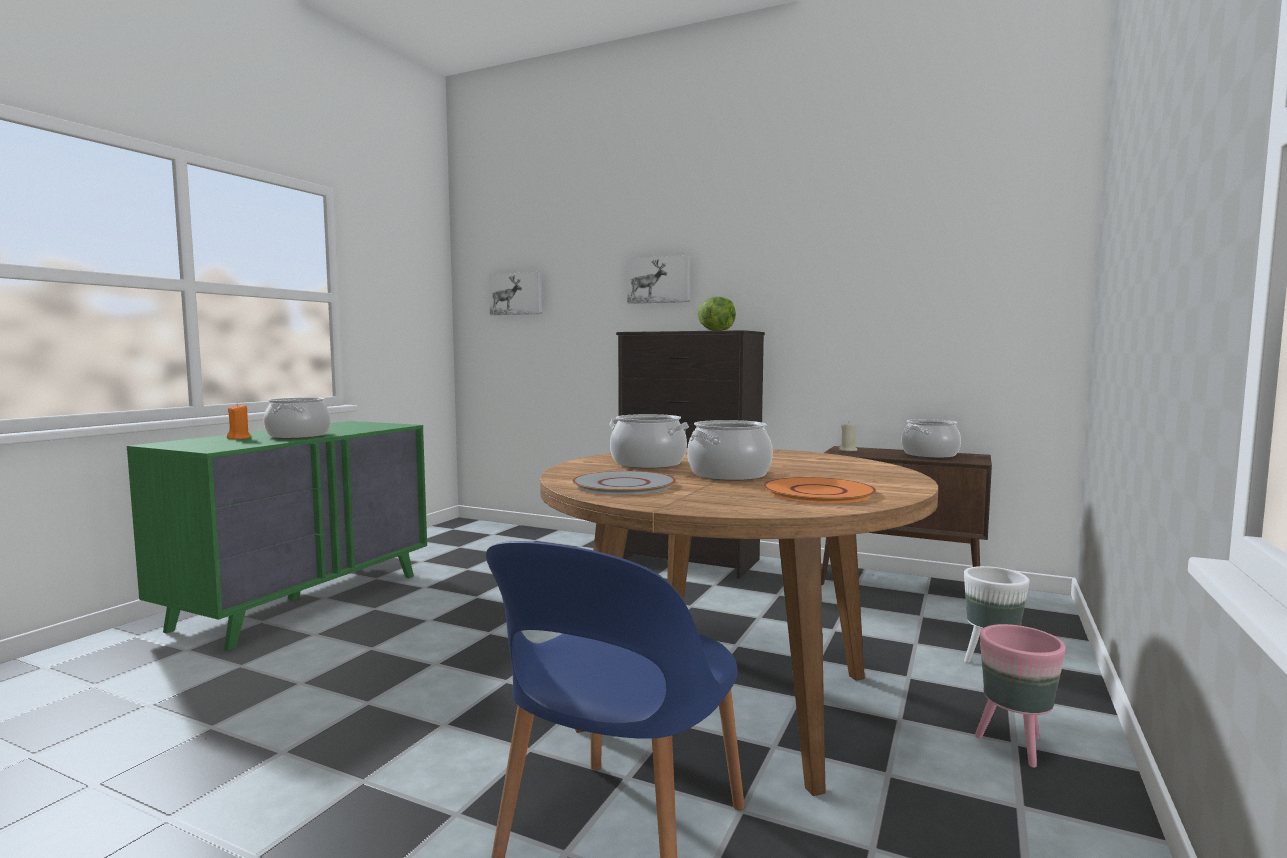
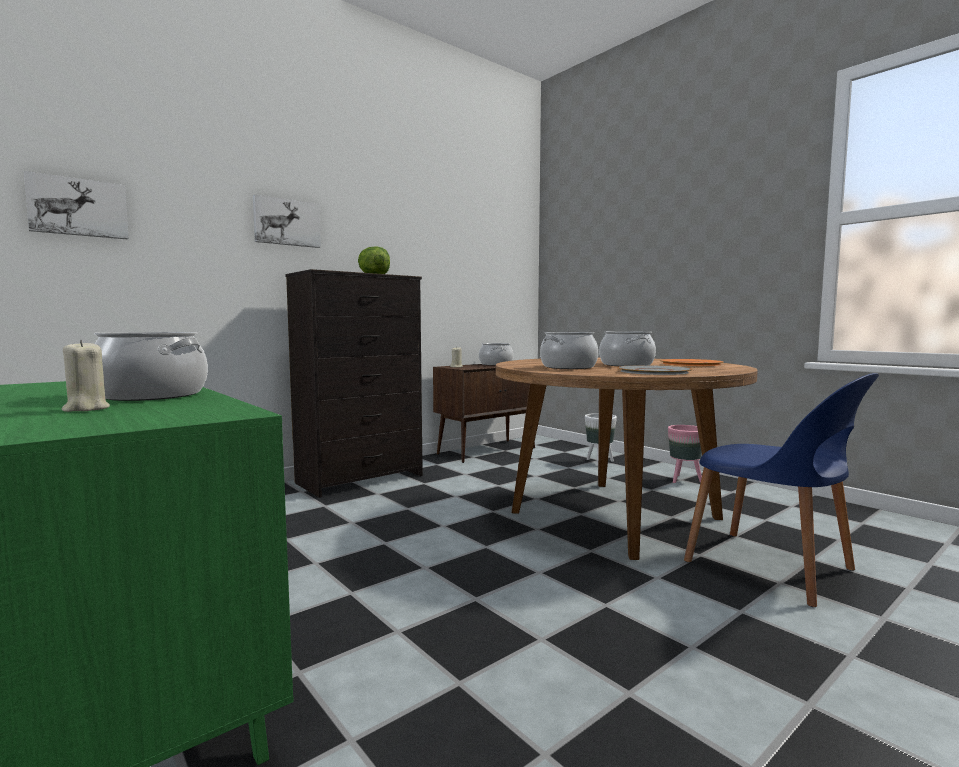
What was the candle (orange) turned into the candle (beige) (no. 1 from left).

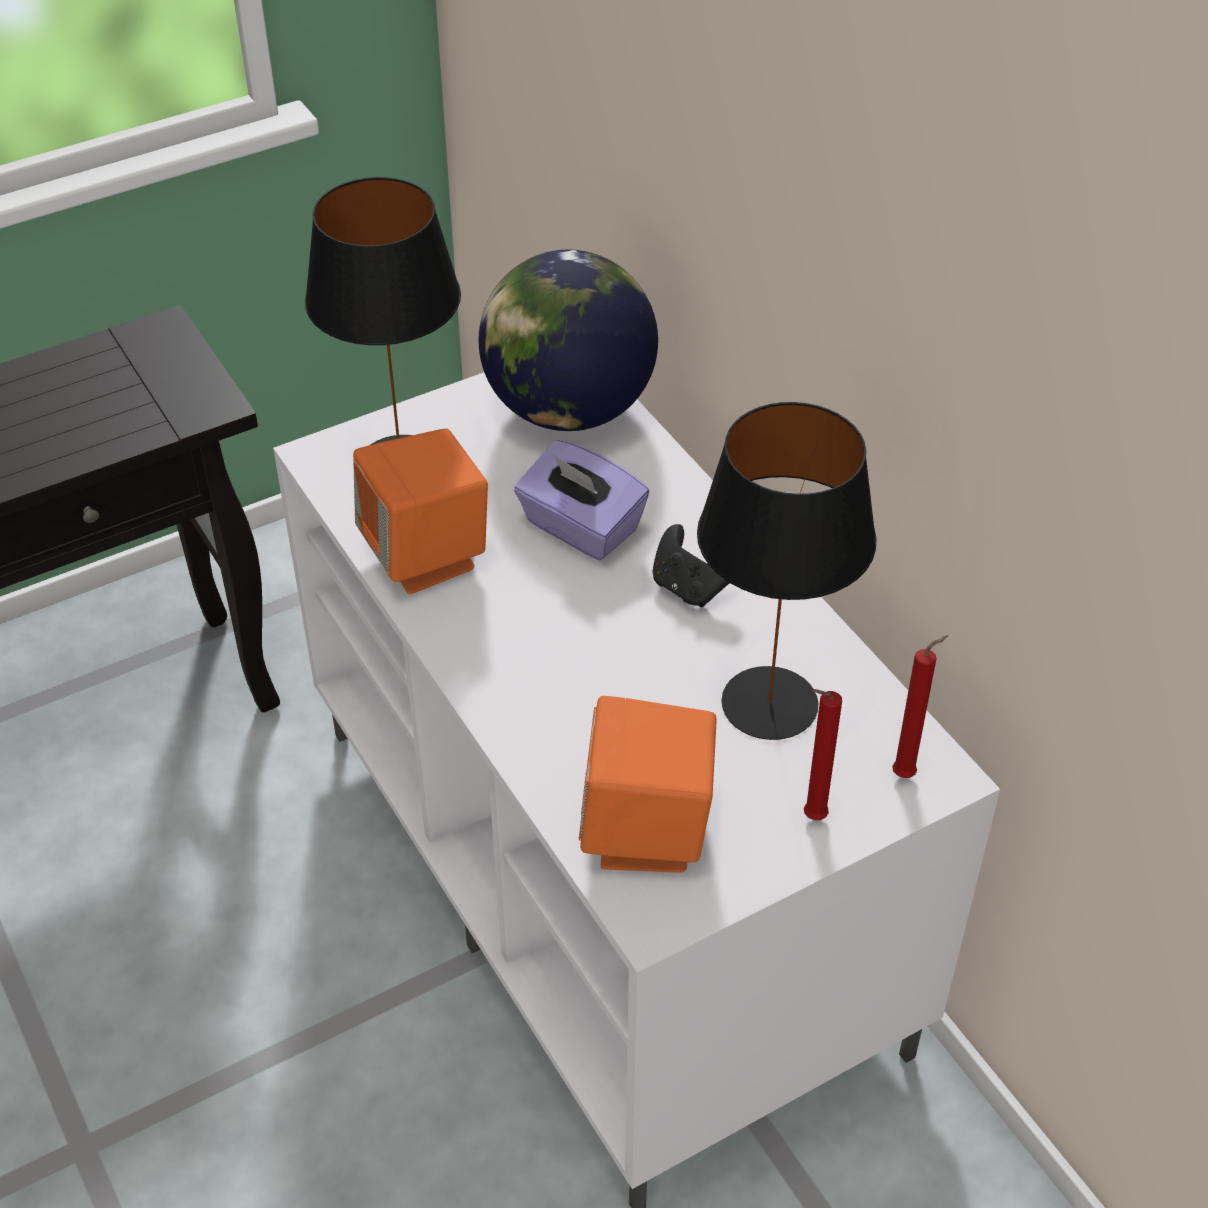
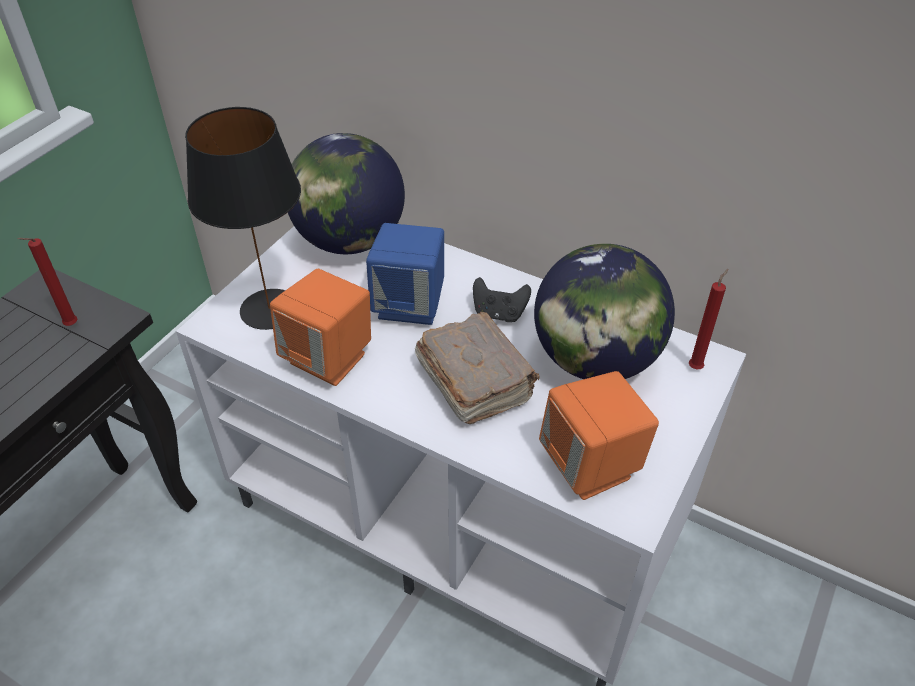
Where the tissue box (purple) stood, the speaker (blue) came to stand.
Where the table lamp (black) (no. 2 from left) stood, the globe (no. 2 from left) came to stand.
The candle (red) (no. 1 from left) ended up elsewhere.
The second view gained the book (brown).

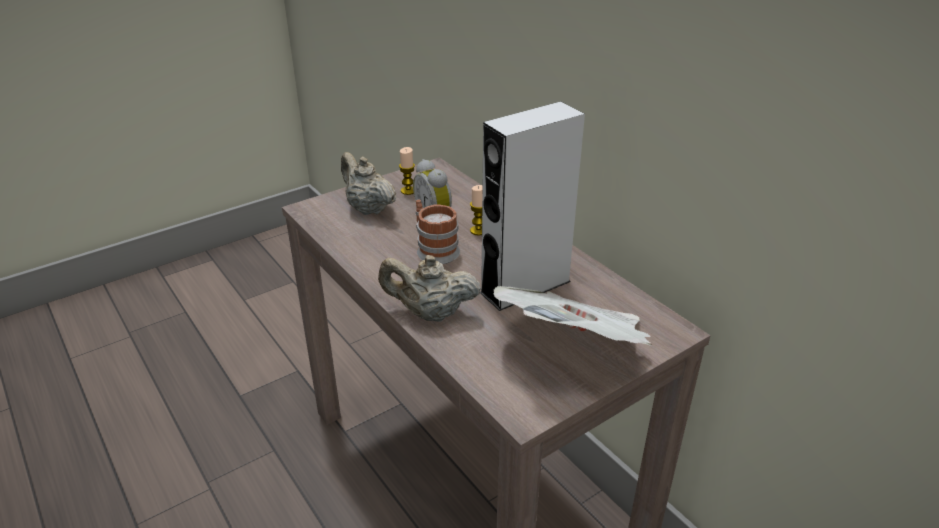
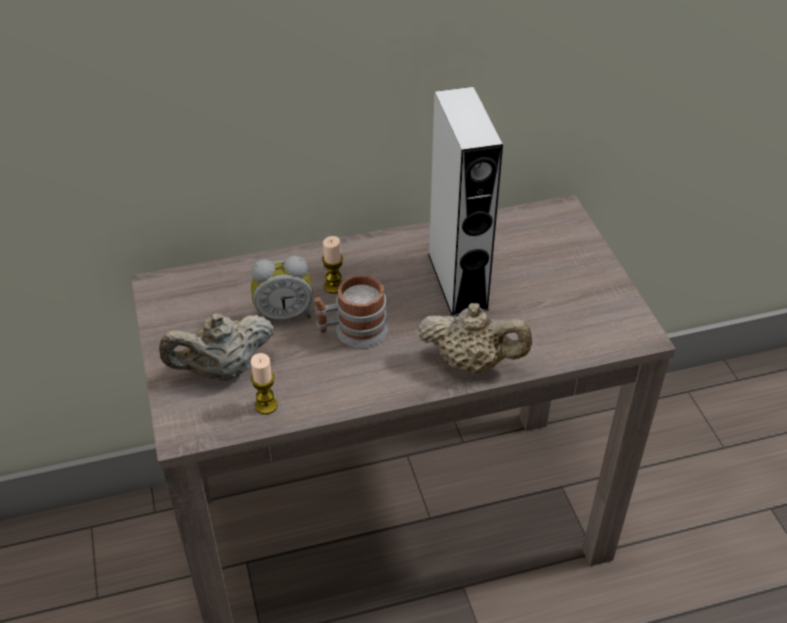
The teapot (beige) (no. 2 from left) ended up facing another way, 105 degrees counterclockwise from before.
The candle (no. 1 from left) ended up elsewhere.
The second view lost the newspaper.

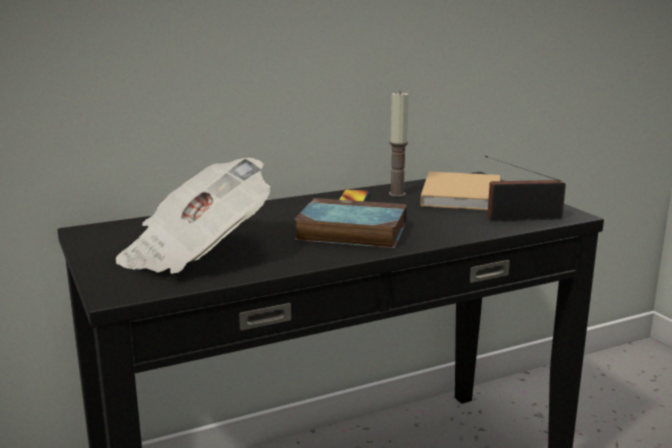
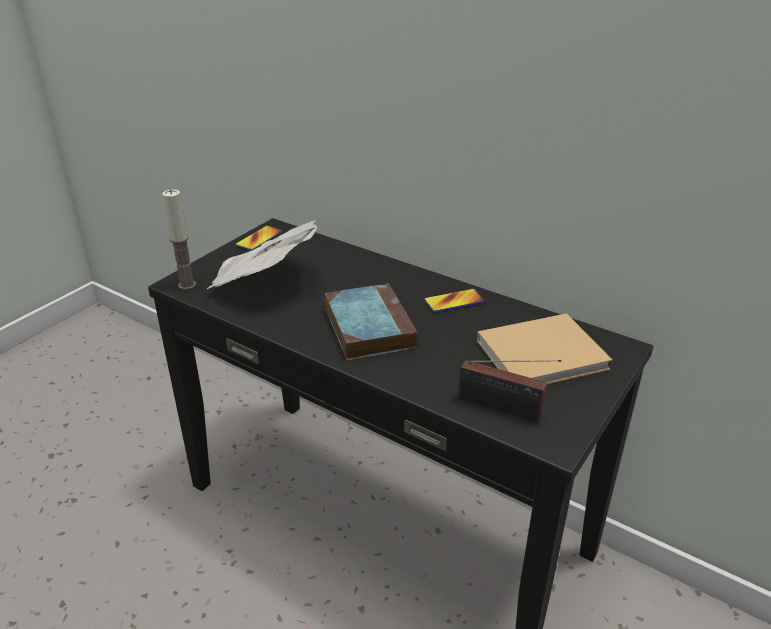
The candle ended up elsewhere.
The radio ended up facing another way, 150 degrees clockwise from before.
The second view gained the phone (no. 1 from left).

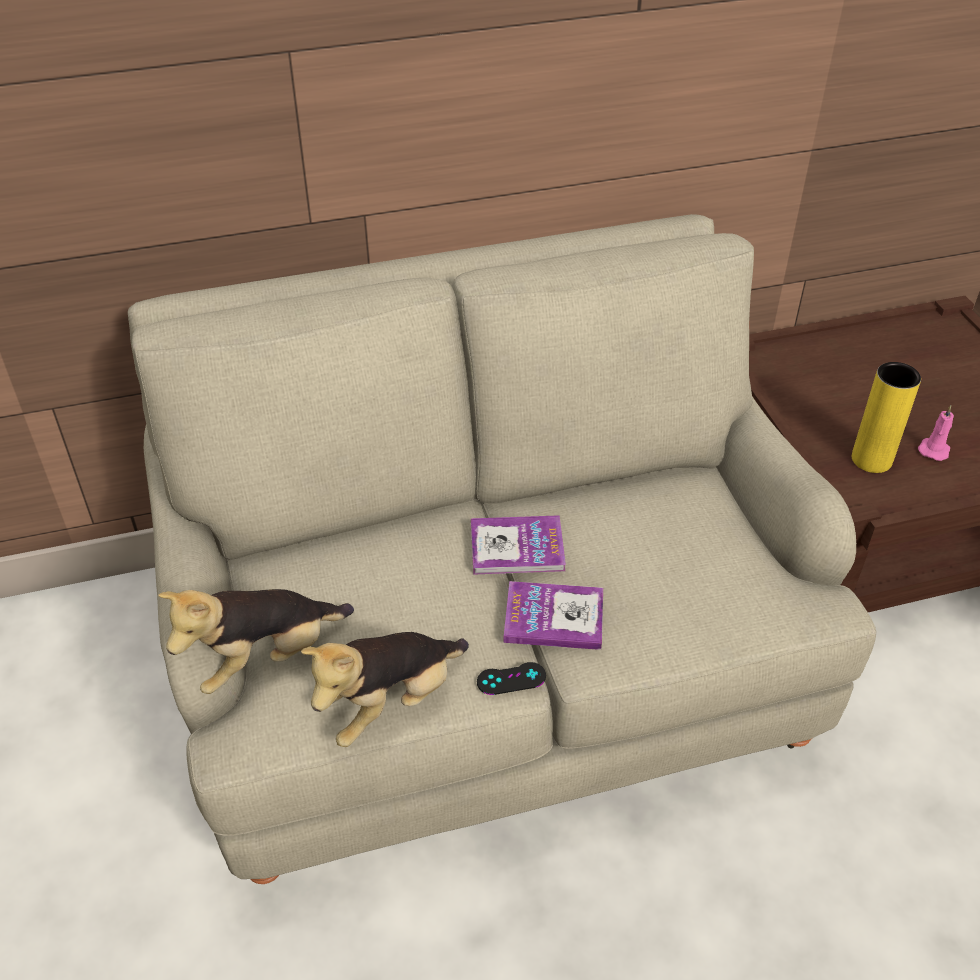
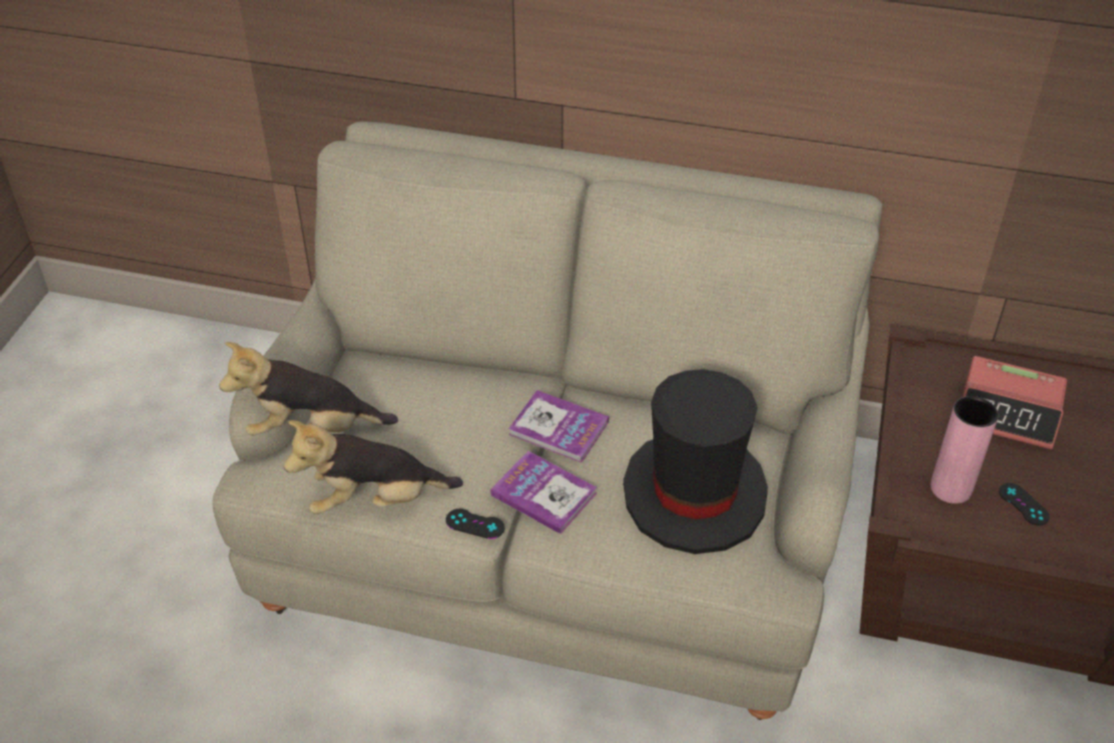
What was the vase (yellow) turned into the vase (pink).
Where the candle (pink) stood, the game controller (black) (no. 2 from left) came to stand.
The second view gained the hat (black).
The second view gained the alarm clock.

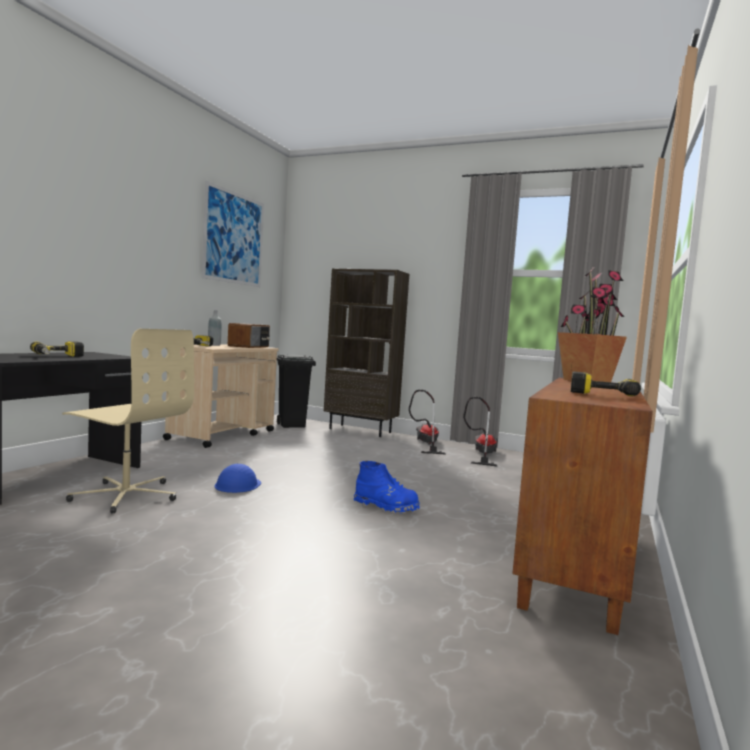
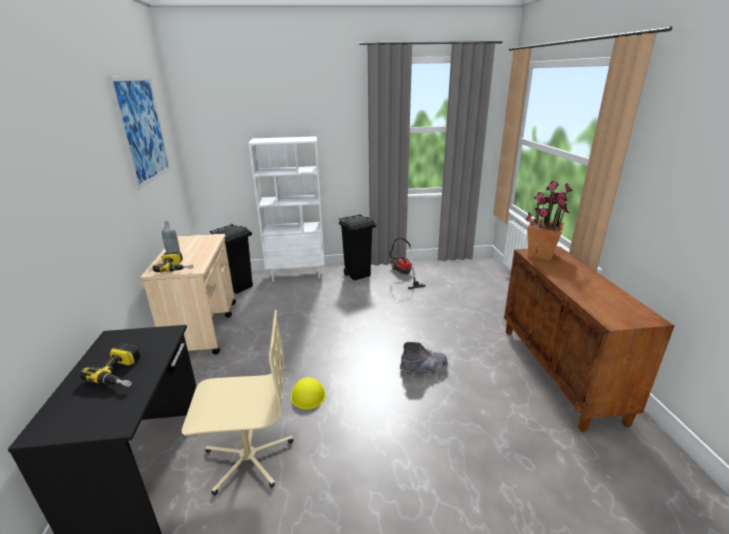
What was the hard hat (blue) turned into the hard hat (yellow).
The second view lost the radio.
What was the bookcase (brown) turned into the bookcase (white).
What was the boot (blue) turned into the boot (grey).
Where the vacuum cleaner (no. 1 from left) stood, the trash can (black) (no. 2 from left) came to stand.
The second view lost the power drill (no. 3 from left).

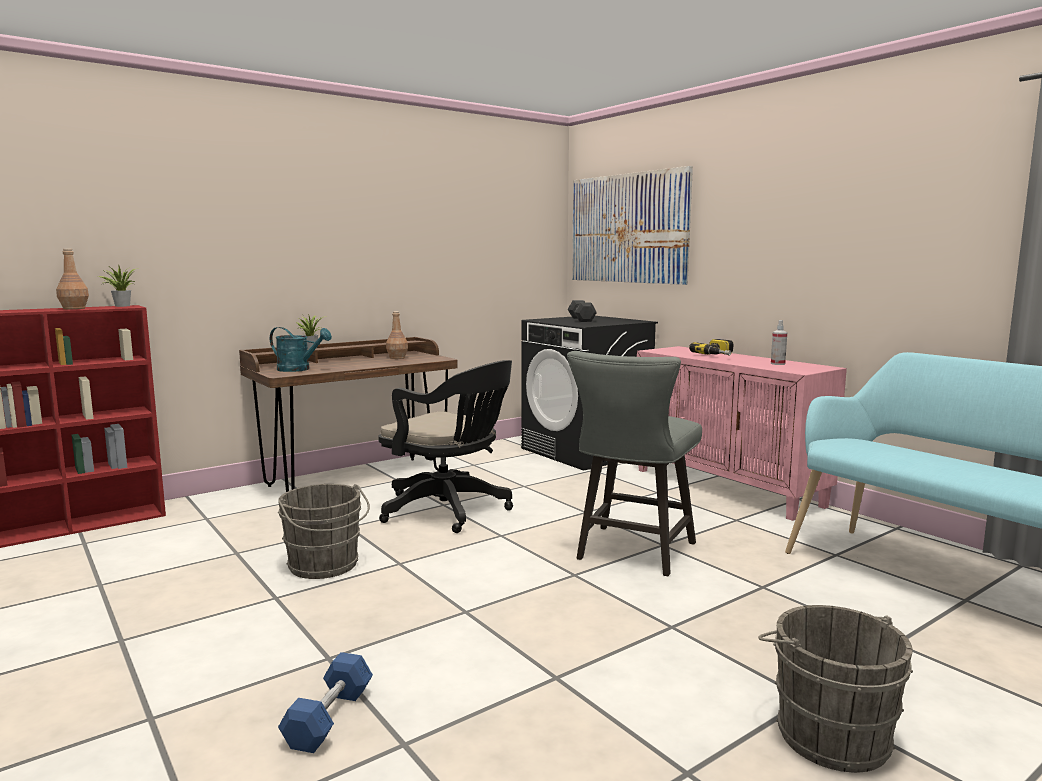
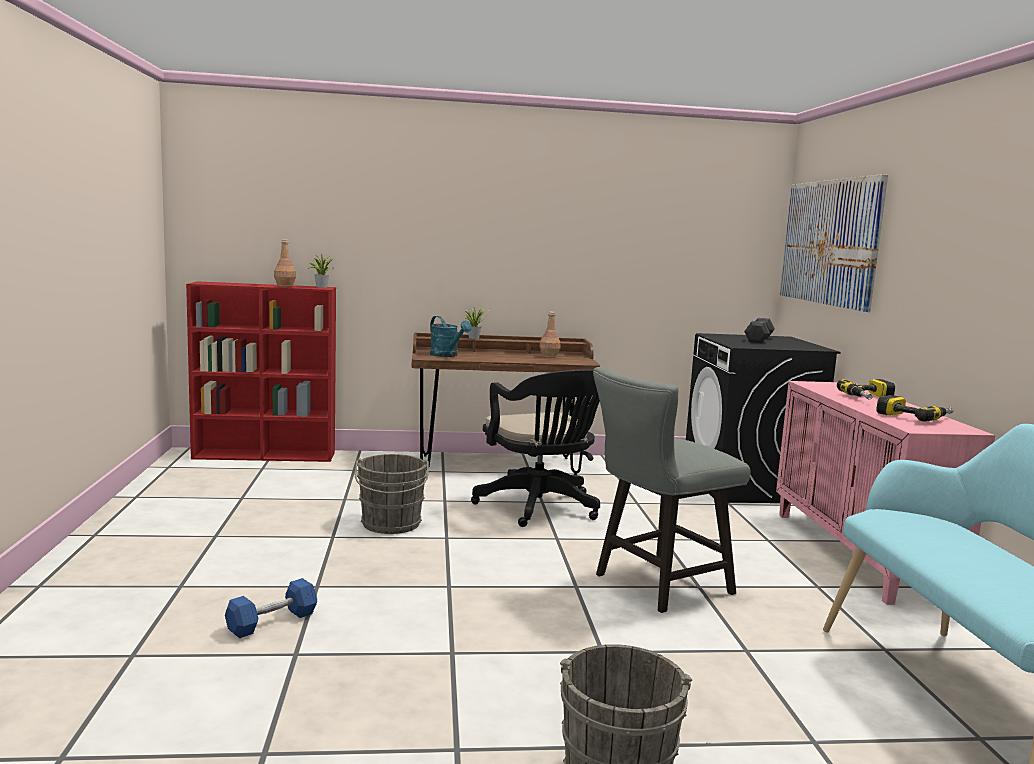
Where the spray bottle stood, the power drill (no. 2 from left) came to stand.

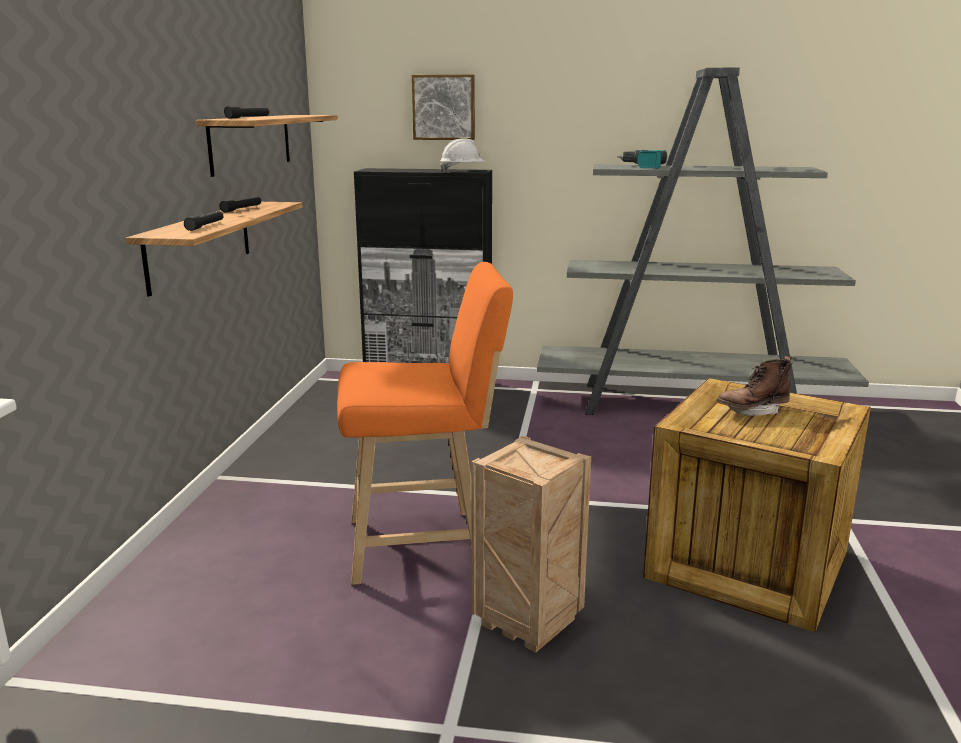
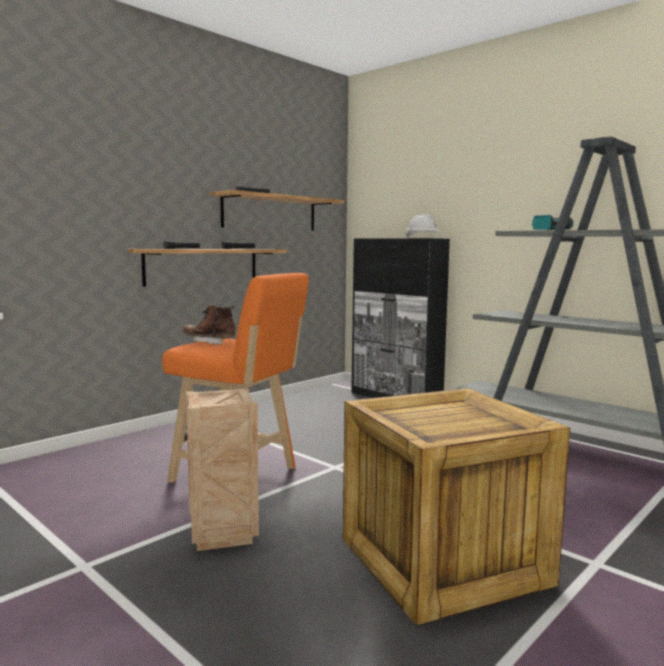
The second view lost the picture.
The boot (brown) ended up elsewhere.

